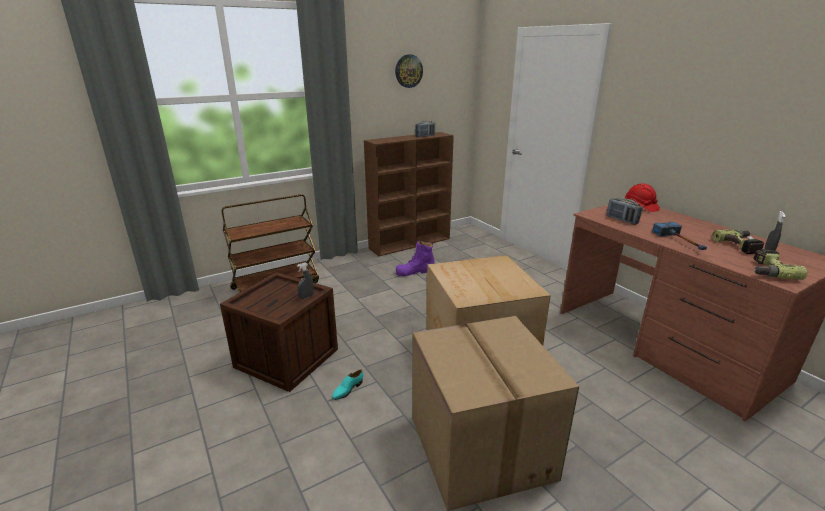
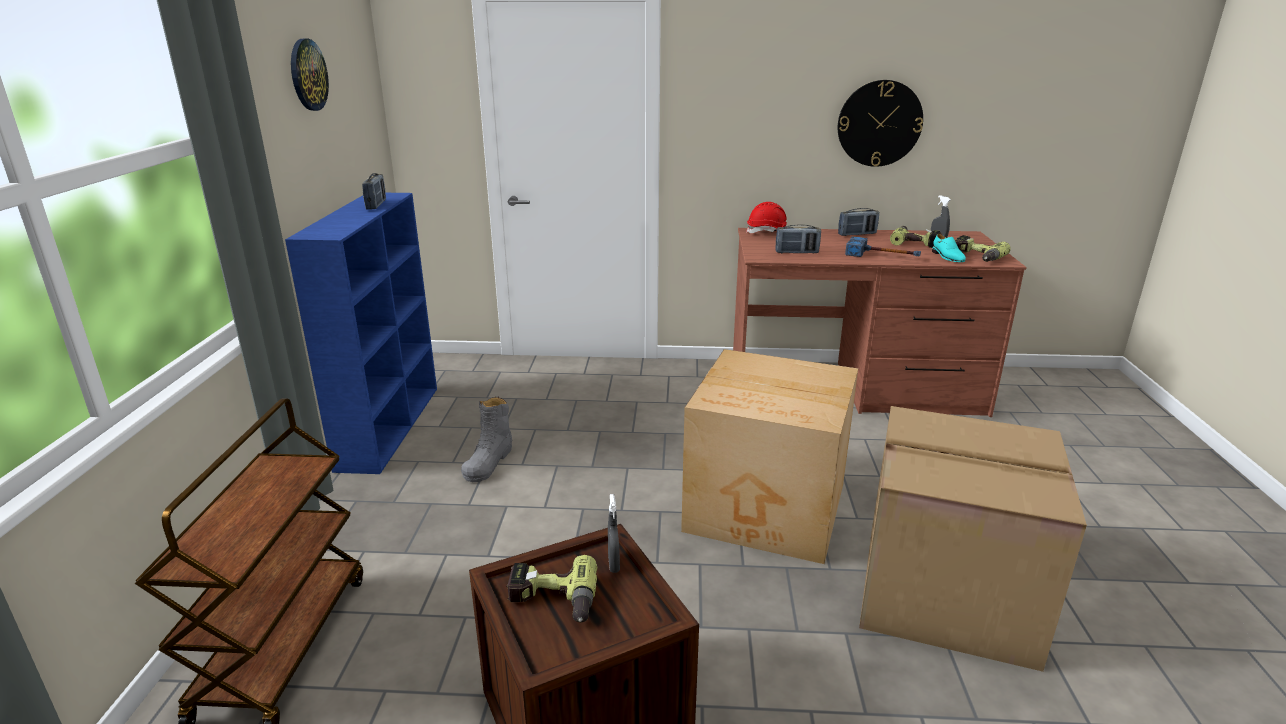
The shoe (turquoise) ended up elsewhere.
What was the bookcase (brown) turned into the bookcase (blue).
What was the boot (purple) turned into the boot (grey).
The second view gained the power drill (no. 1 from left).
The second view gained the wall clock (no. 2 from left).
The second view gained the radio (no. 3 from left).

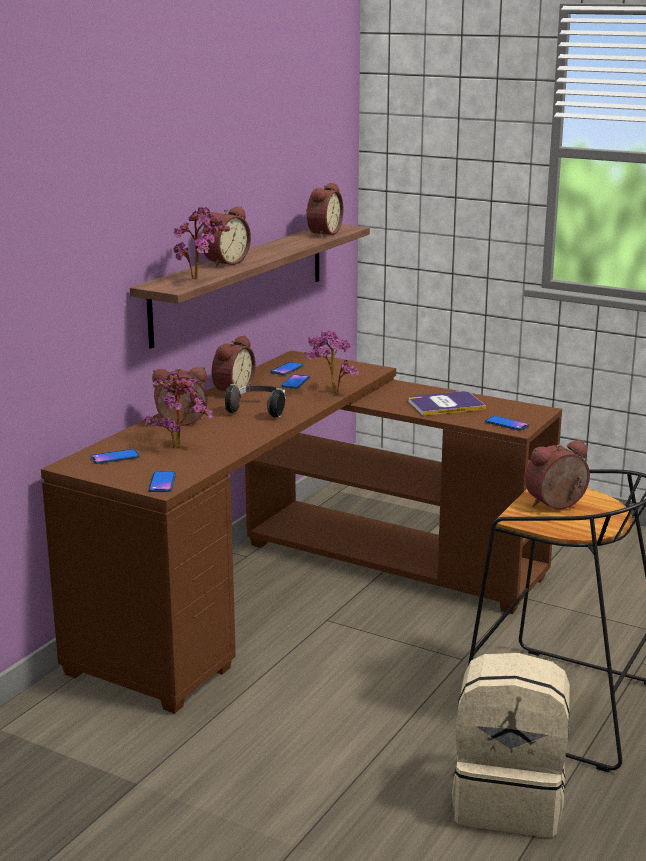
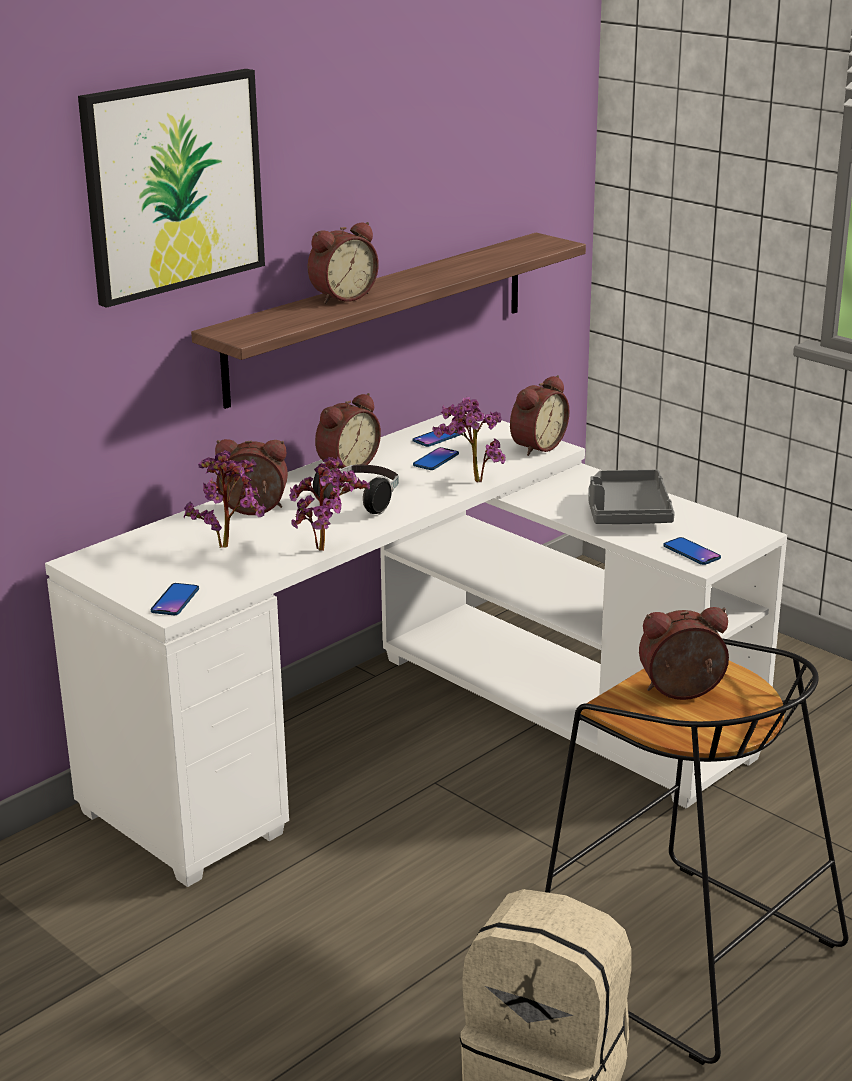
What was the desk (brown) turned into the desk (white).
The second view lost the phone (no. 1 from left).
The potted plant (no. 2 from left) ended up elsewhere.
The alarm clock (no. 4 from left) ended up elsewhere.
Where the book stood, the tray (grey) came to stand.
The second view gained the picture.

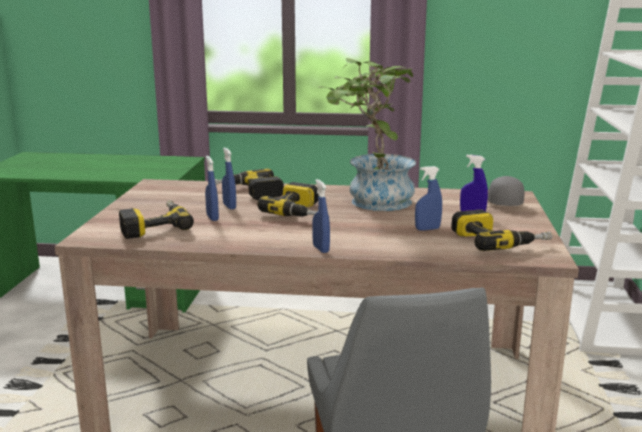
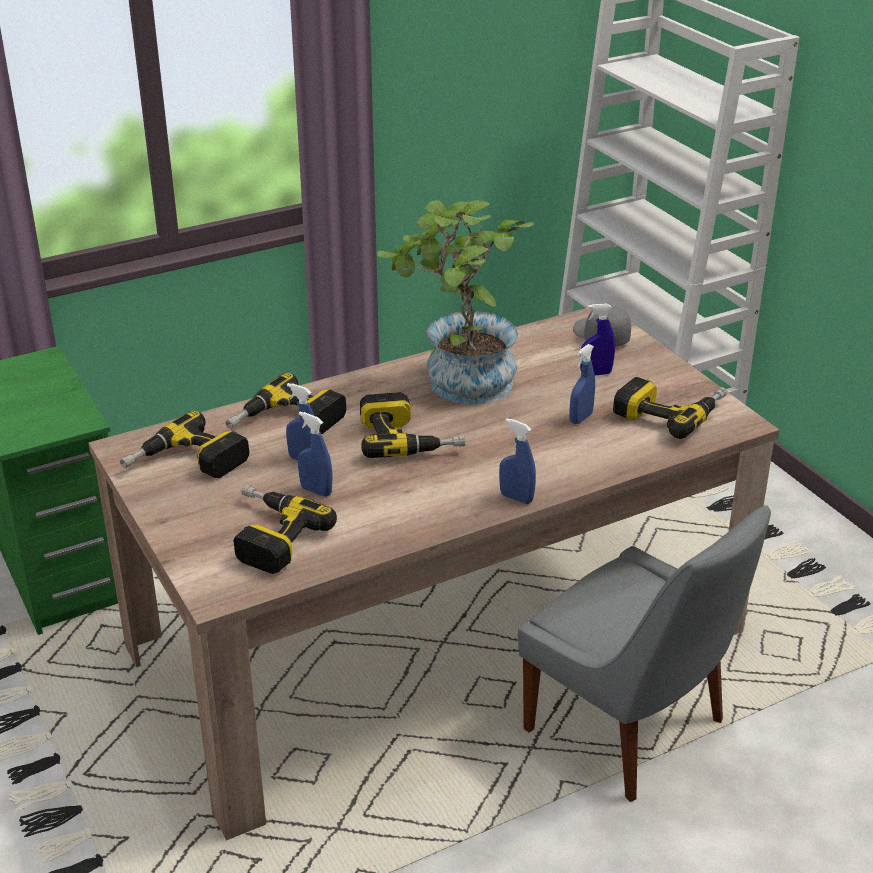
The second view gained the power drill (no. 1 from left).

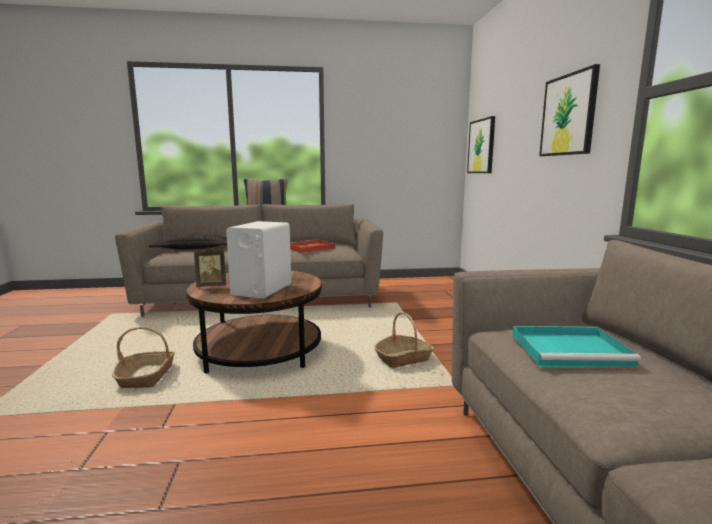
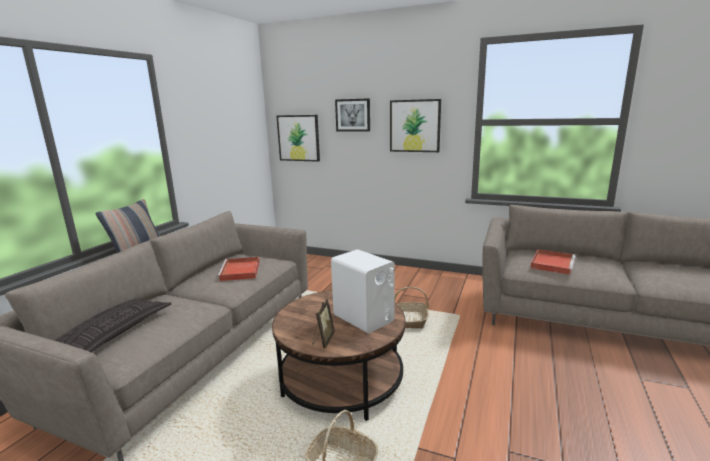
What was the tray (turquoise) turned into the tray (red) (no. 2 from left).
The second view gained the picture (no. 2 from left).

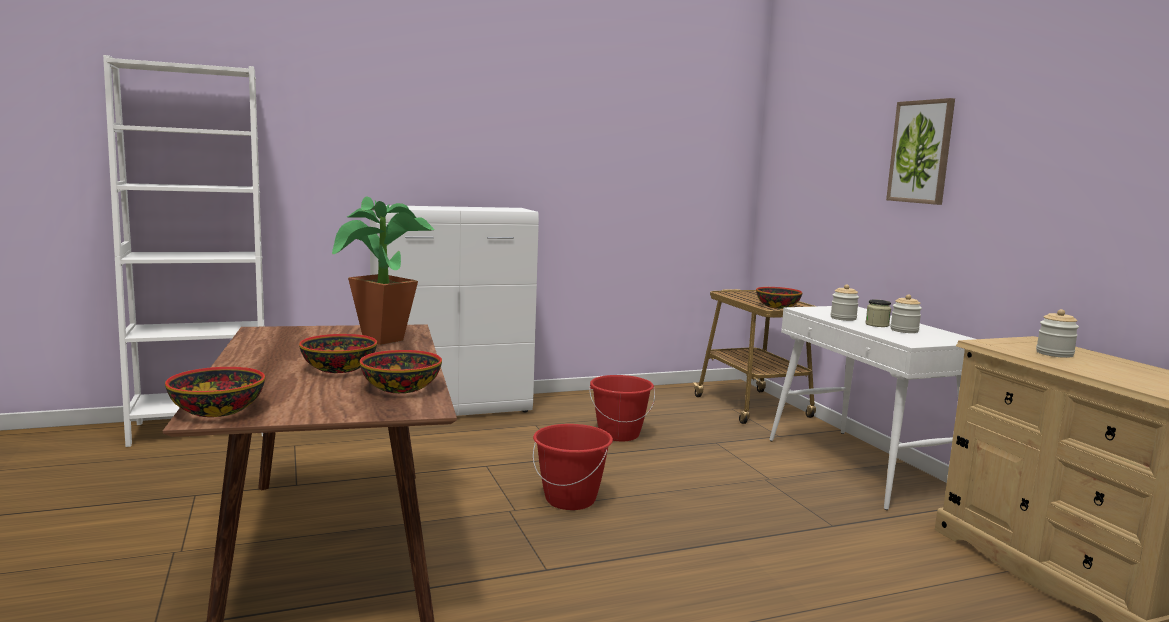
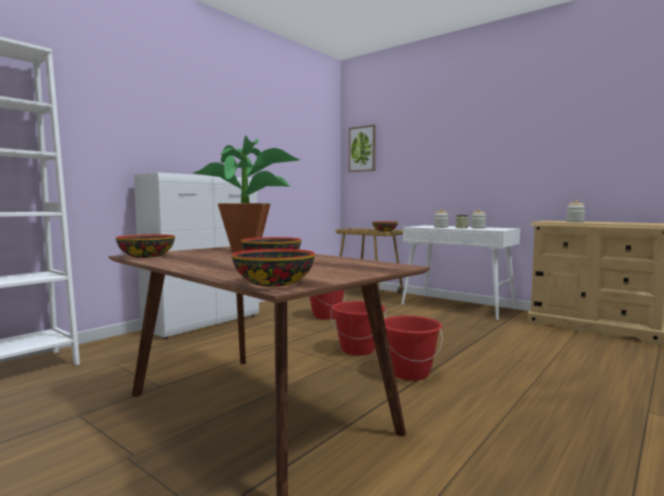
The bowl (no. 3 from left in the first image) ended up elsewhere.
The picture ended up elsewhere.
The second view gained the bucket (red) (no. 3 from left).

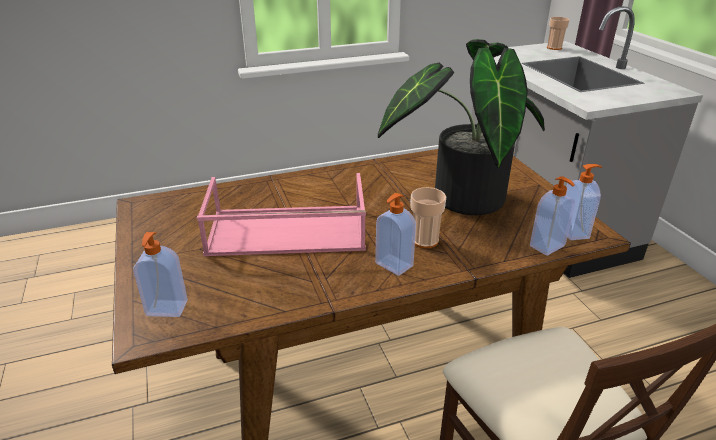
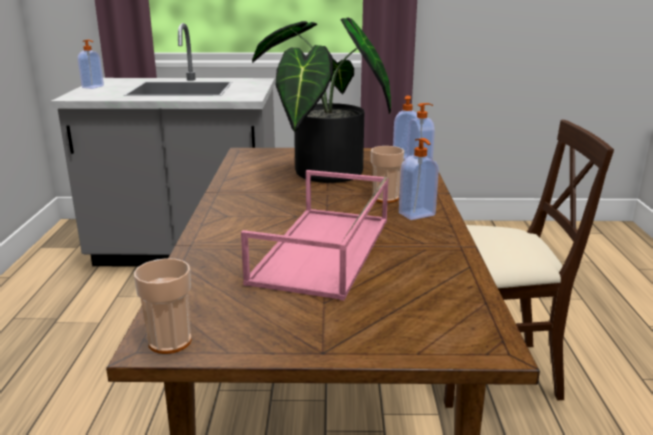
The soap dispenser (no. 1 from left) ended up elsewhere.
The cup (no. 2 from left in the first image) ended up elsewhere.

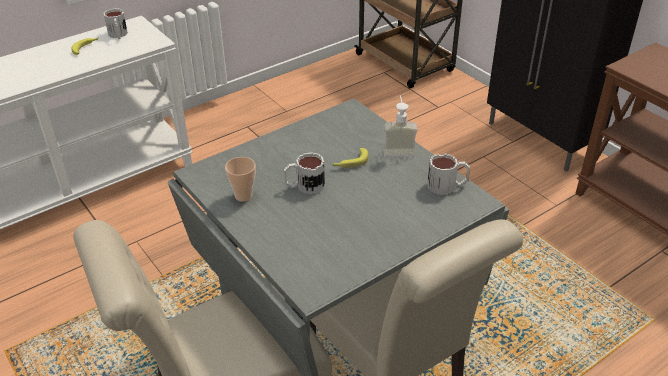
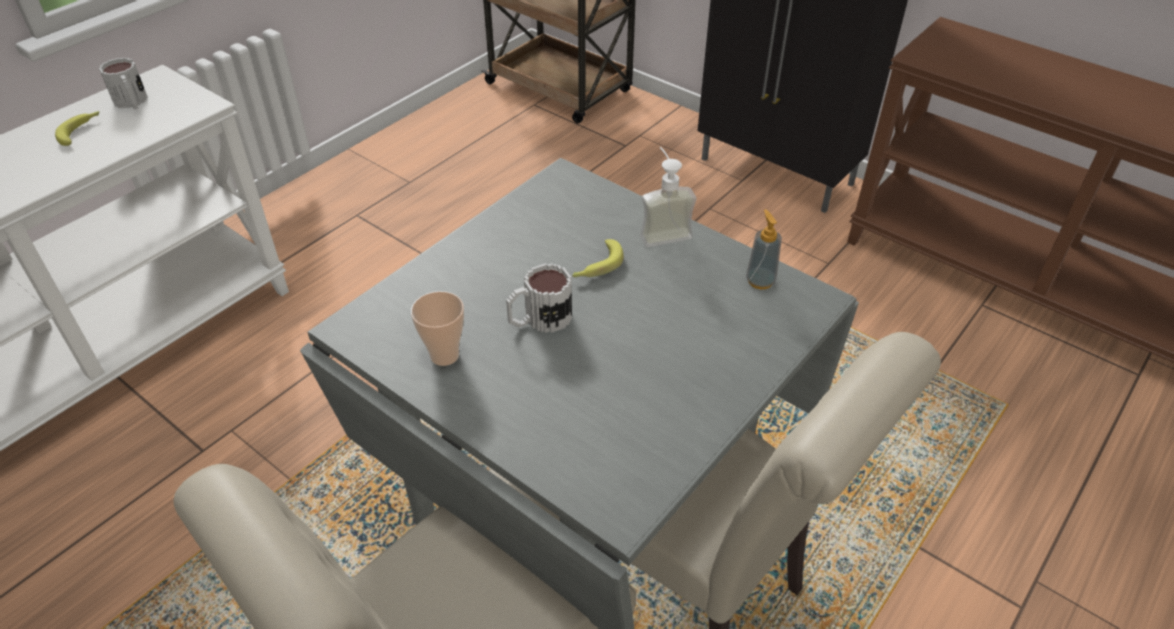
Where the mug (no. 3 from left) stood, the soap dispenser (no. 2 from left) came to stand.

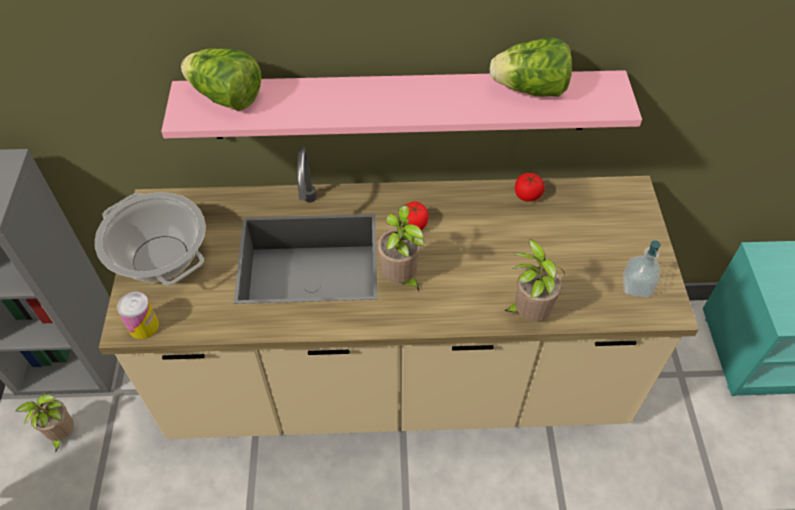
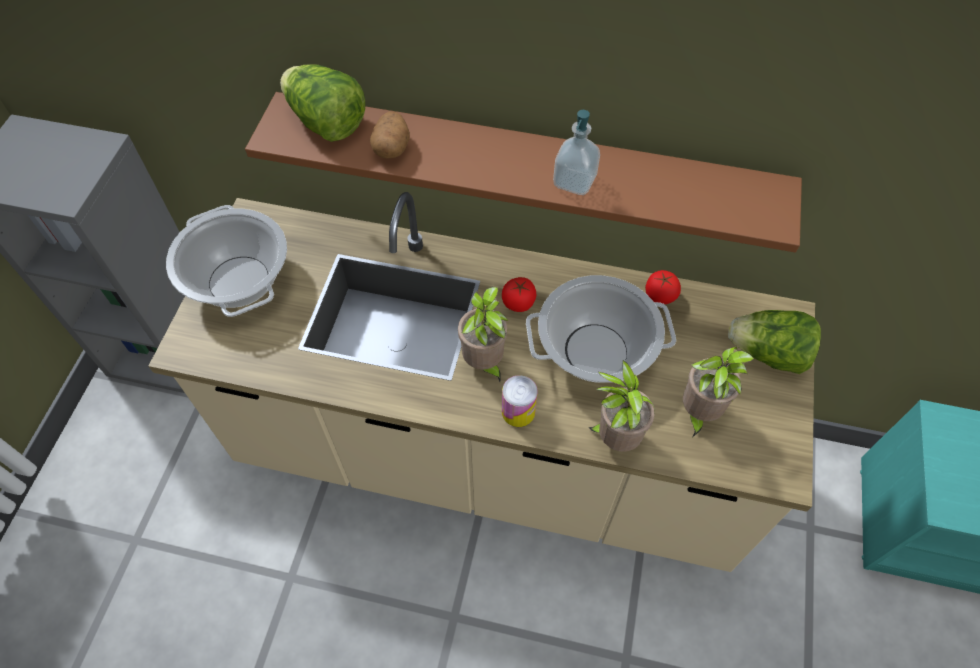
The potted plant (no. 1 from left in the first image) ended up elsewhere.
The can ended up elsewhere.
What was the shelf (pink) turned into the shelf (brown).
The lettuce (no. 2 from left) ended up elsewhere.
The soap dispenser ended up elsewhere.
The second view gained the potato.
The second view gained the cooking pot (no. 2 from left).

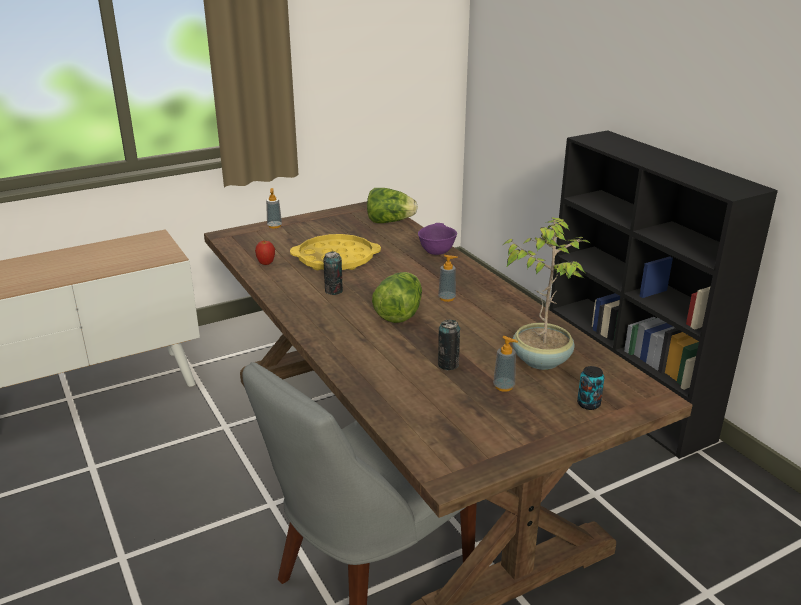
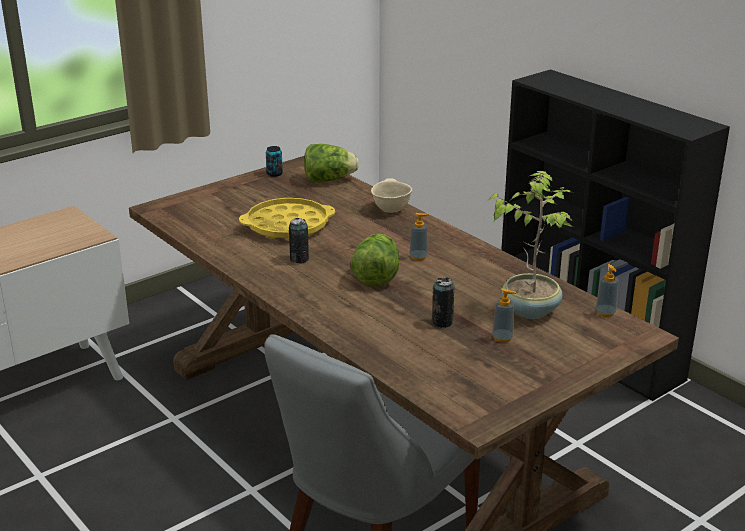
The second view lost the apple.
The soap dispenser (no. 1 from left in the first image) ended up elsewhere.
What was the bowl (purple) turned into the bowl (beige).
The can (no. 3 from left in the first image) ended up elsewhere.

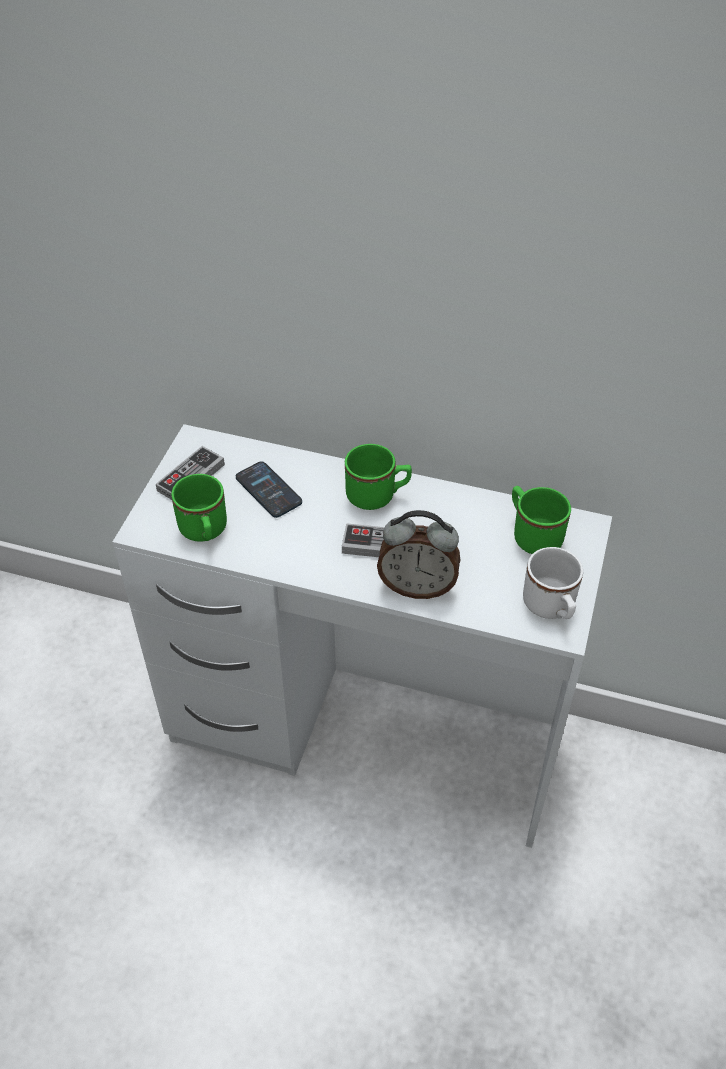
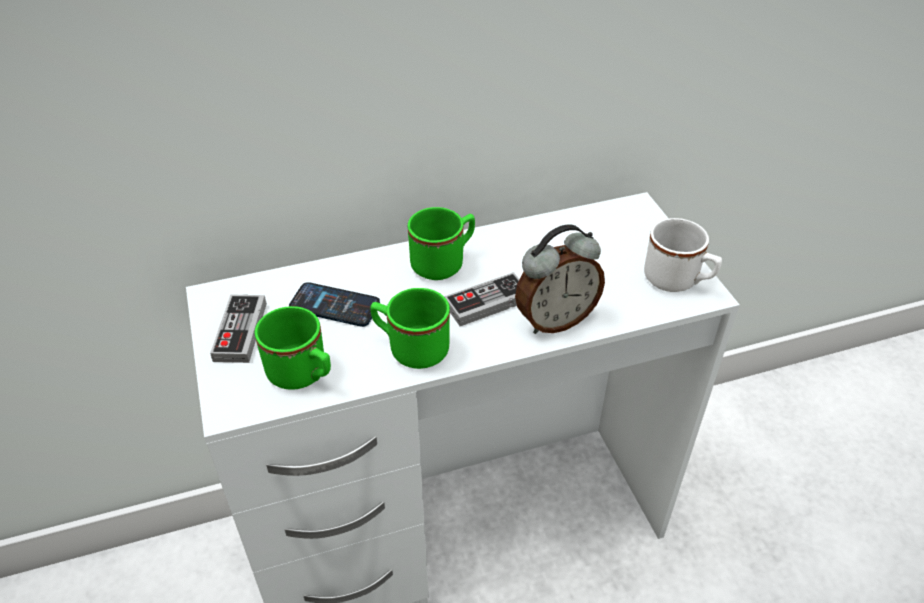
The mug (green) (no. 3 from left in the first image) ended up elsewhere.

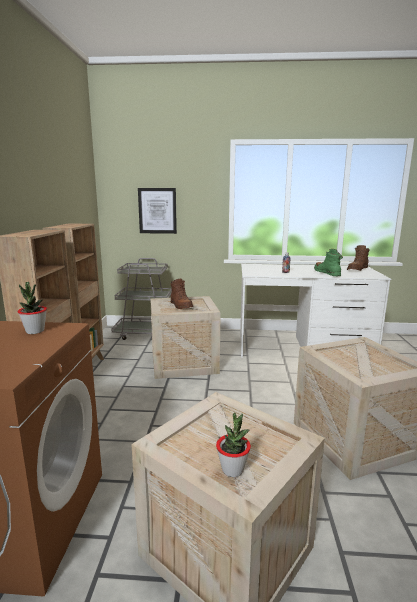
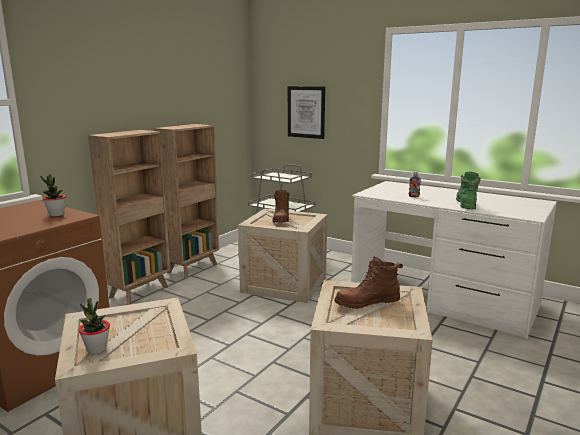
The boot (brown) (no. 2 from left) ended up elsewhere.

